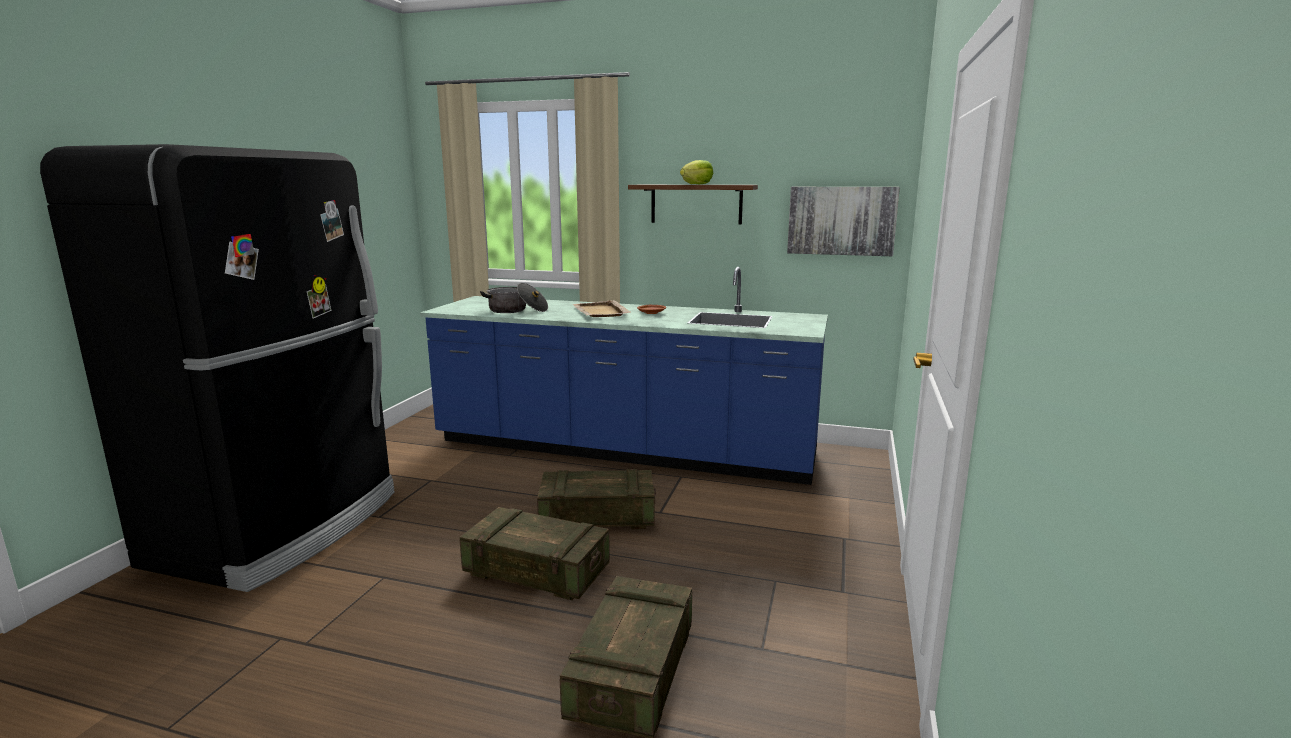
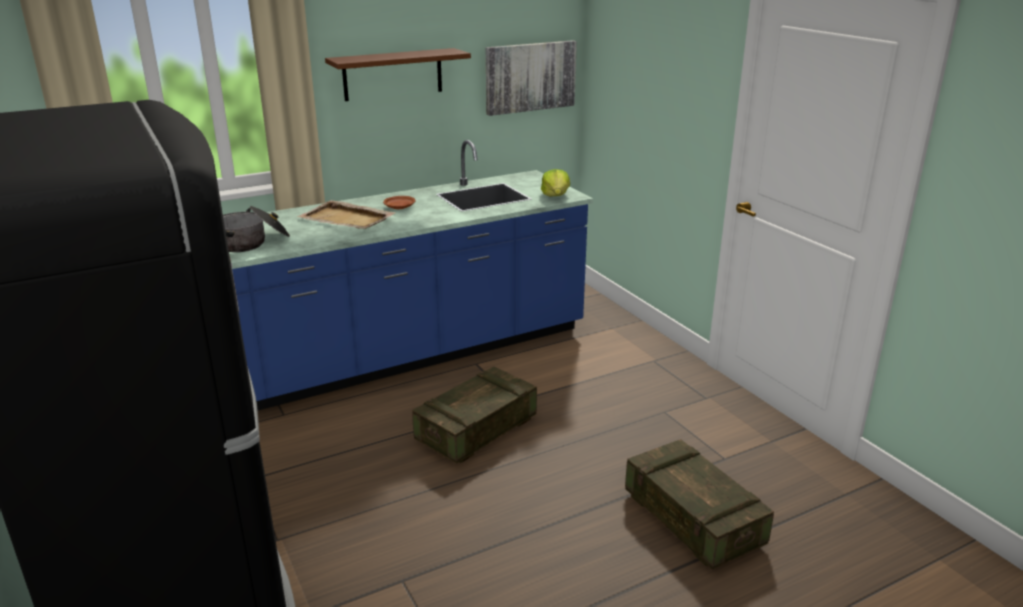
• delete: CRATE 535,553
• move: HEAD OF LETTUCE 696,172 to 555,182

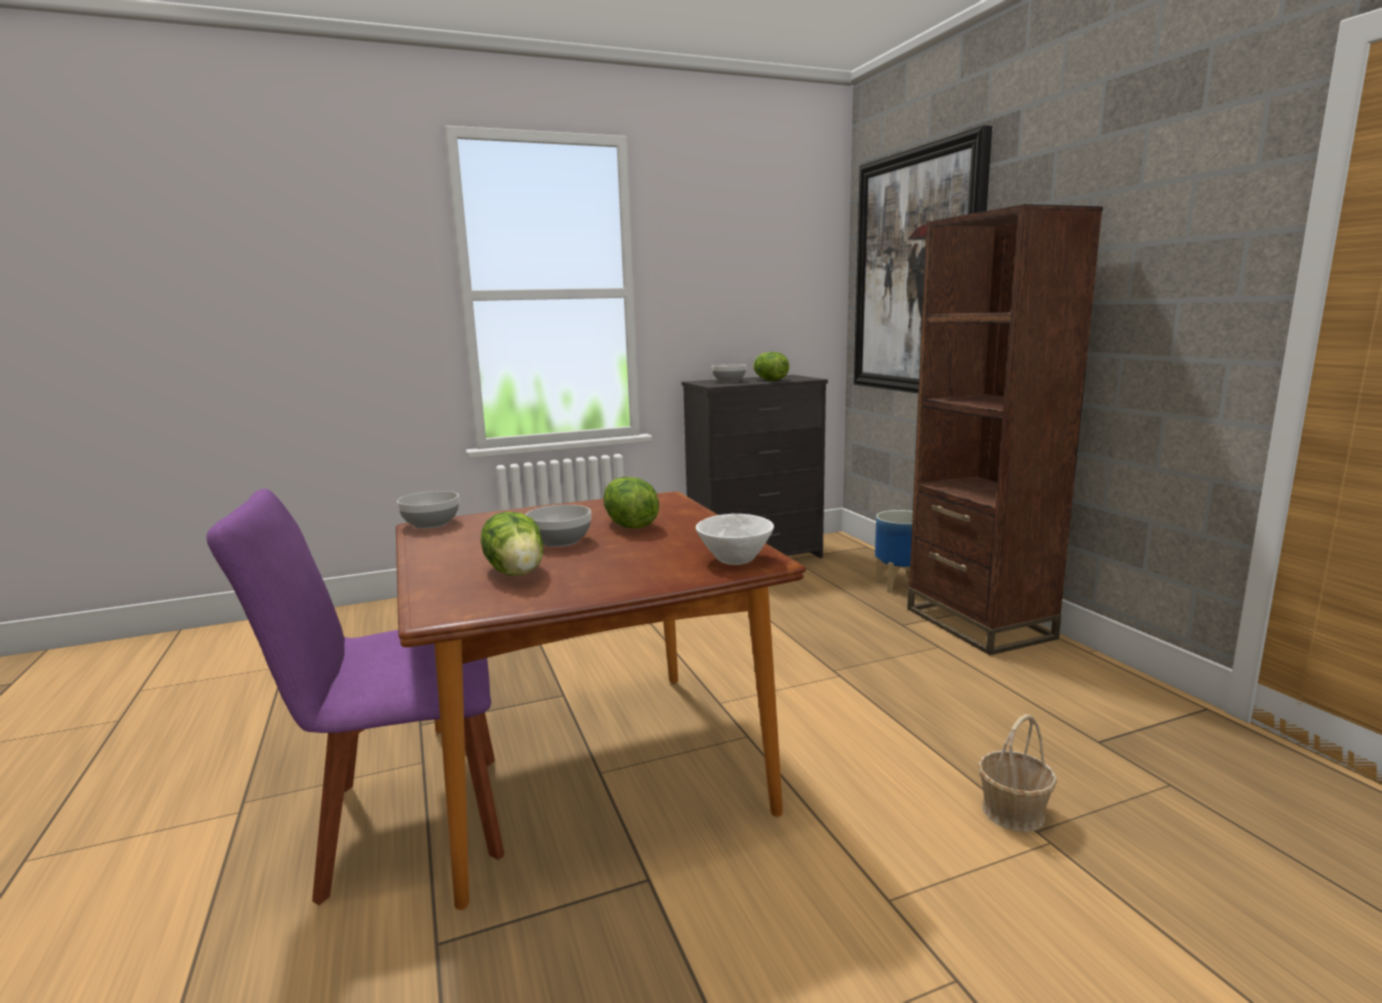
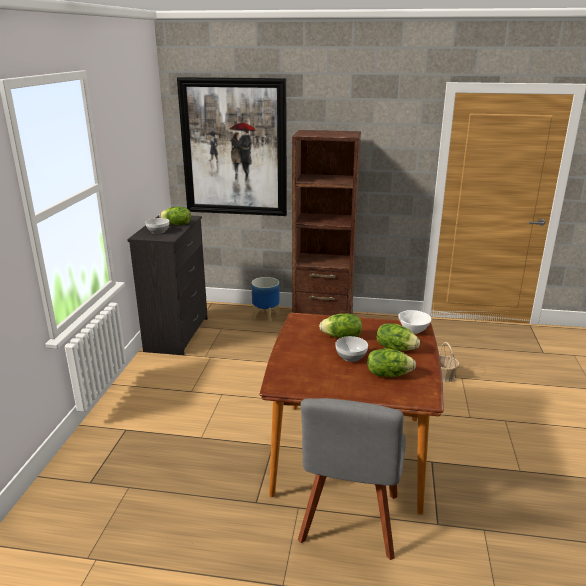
• recolor: PURPLE-COLOURED CHAIR 355,697 to GREY CHAIR 352,479
• delete: SERVING BOWL 428,510
• insert: HEAD OF LETTUCE 398,337

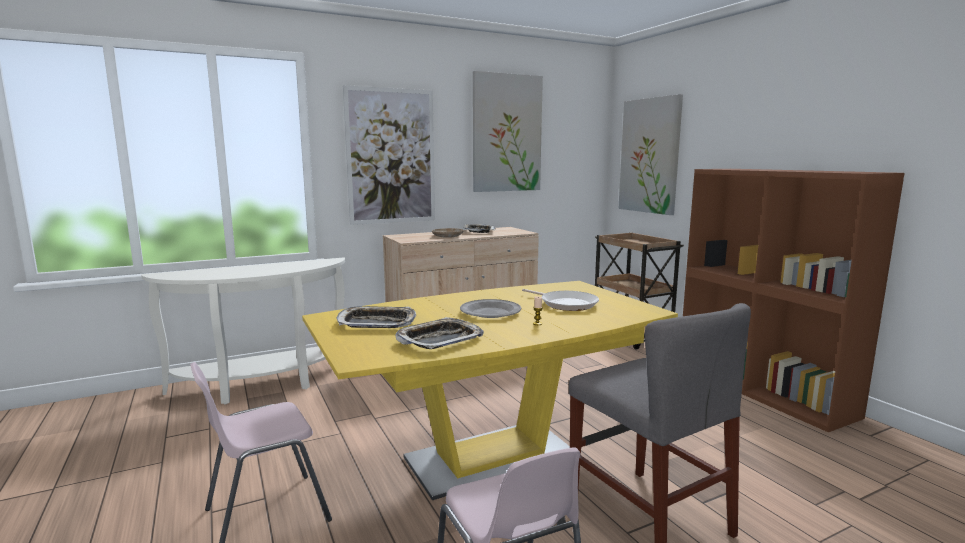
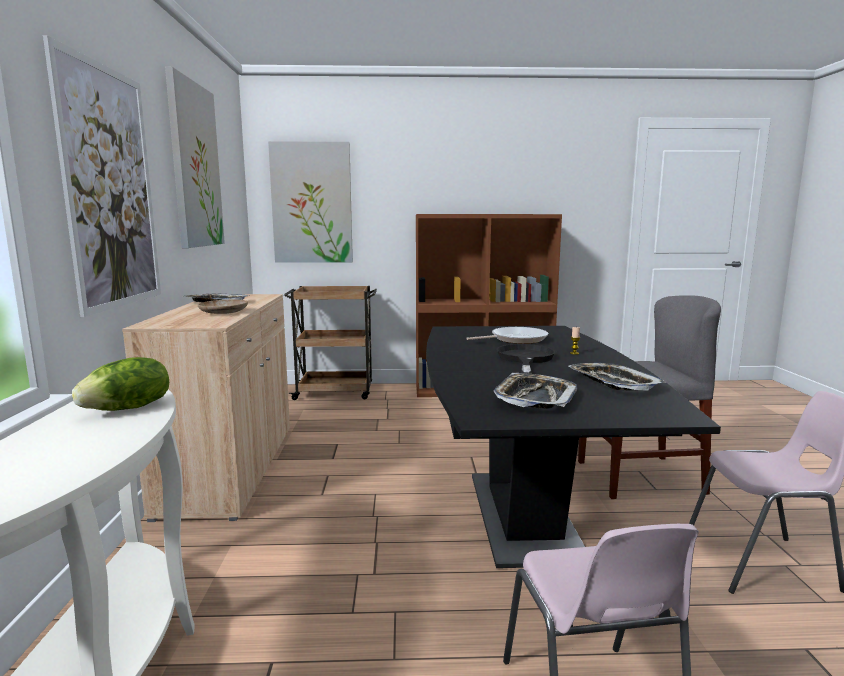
• recolor: YELLOWISH DINING TABLE 490,390 to BLACKISH DINING TABLE 573,447
• replace: GREY PLATE 490,308 to BLACKISH FRYING PAN 526,359
• insert: HEAD OF LETTUCE 120,384

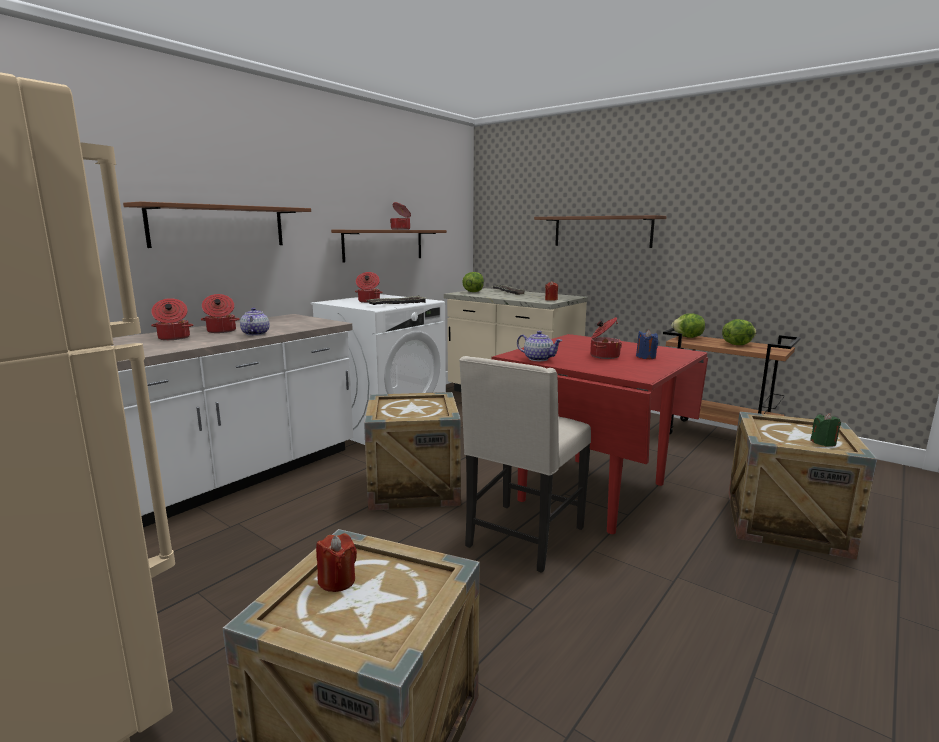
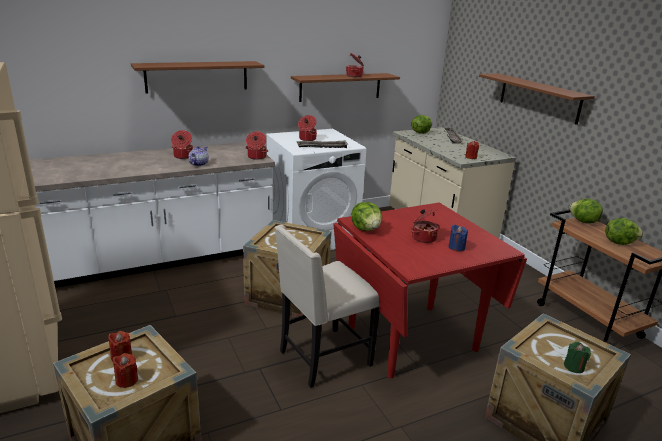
• move: STOCKPOT 172,319 to 256,145
• replace: TEA POT 539,346 to HEAD OF LETTUCE 366,216
• insert: REDDISH WAX LIGHT 125,370

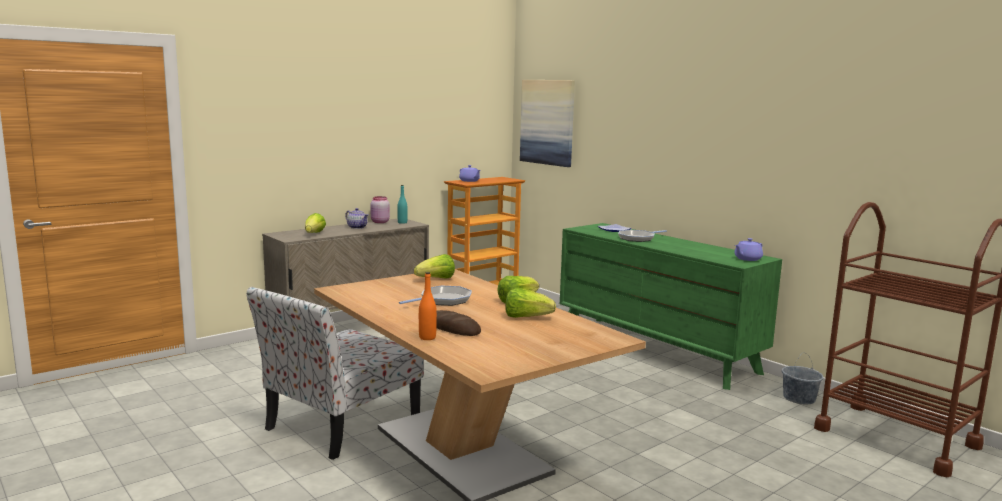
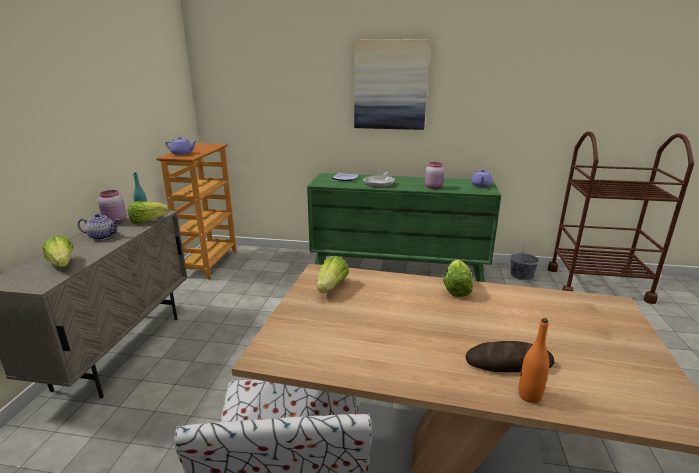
• delete: FRYING PAN 435,296
• move: HEAD OF LETTUCE 530,303 to 148,212
• move: WALL ART 547,123 to 392,84
• insert: PINK-COLOURED STORAGE JAR 434,175

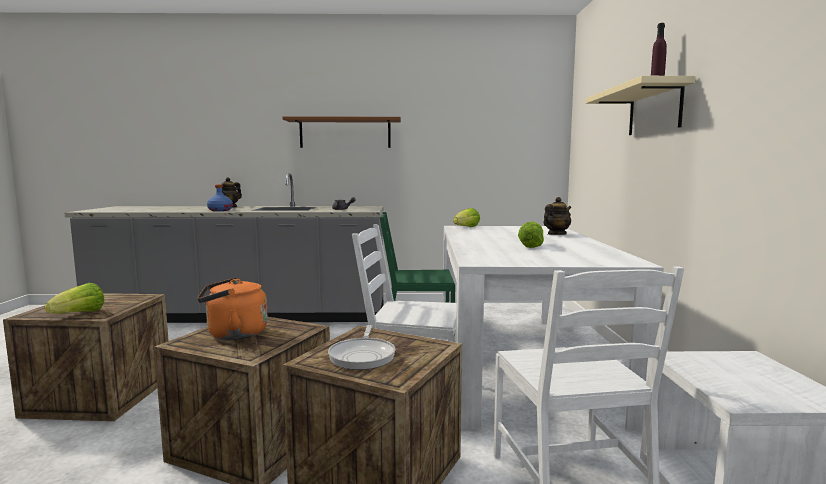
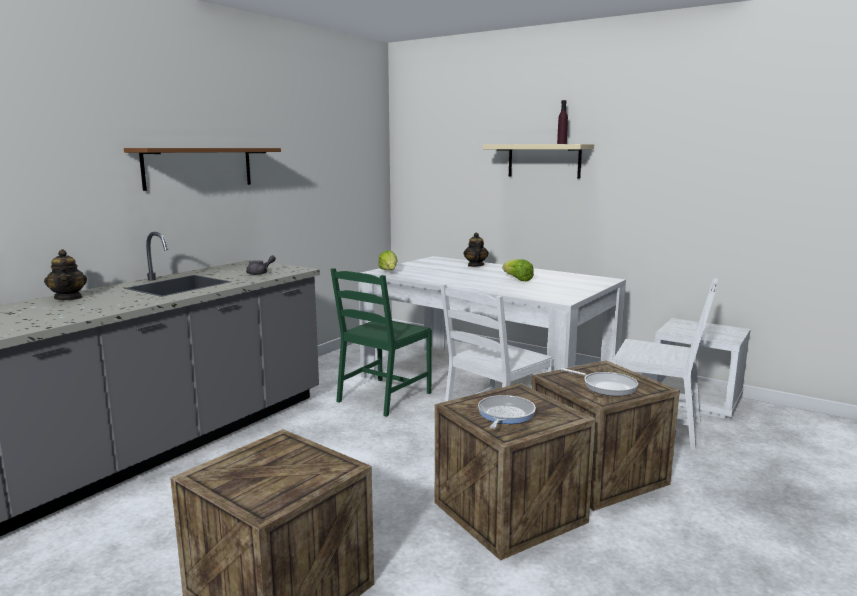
• delete: HEAD OF LETTUCE 74,298
• replace: ORANGE TEA KETTLE 232,308 to FRYING PAN 507,412
• delete: BLUISH BEVERAGE BOTTLE 220,197

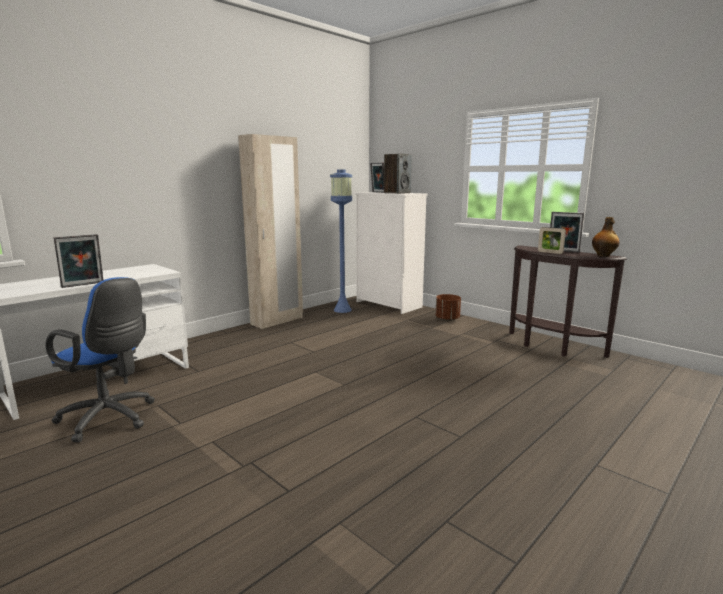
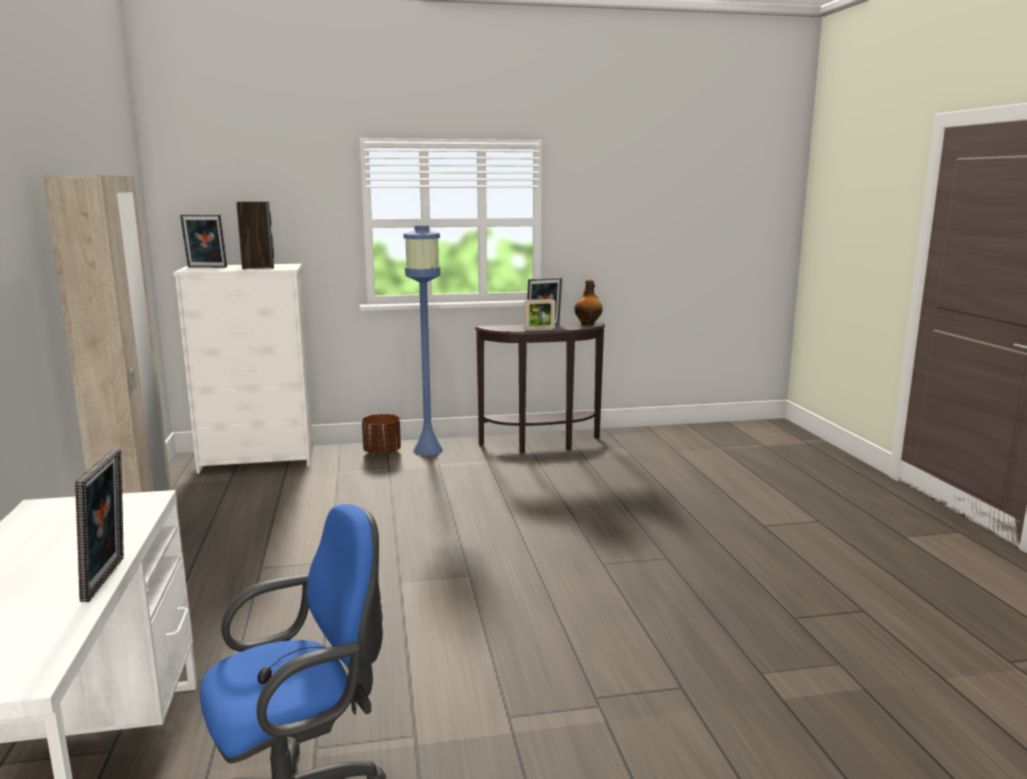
• move: BLUISH FLOOR LAMP 341,241 to 423,340

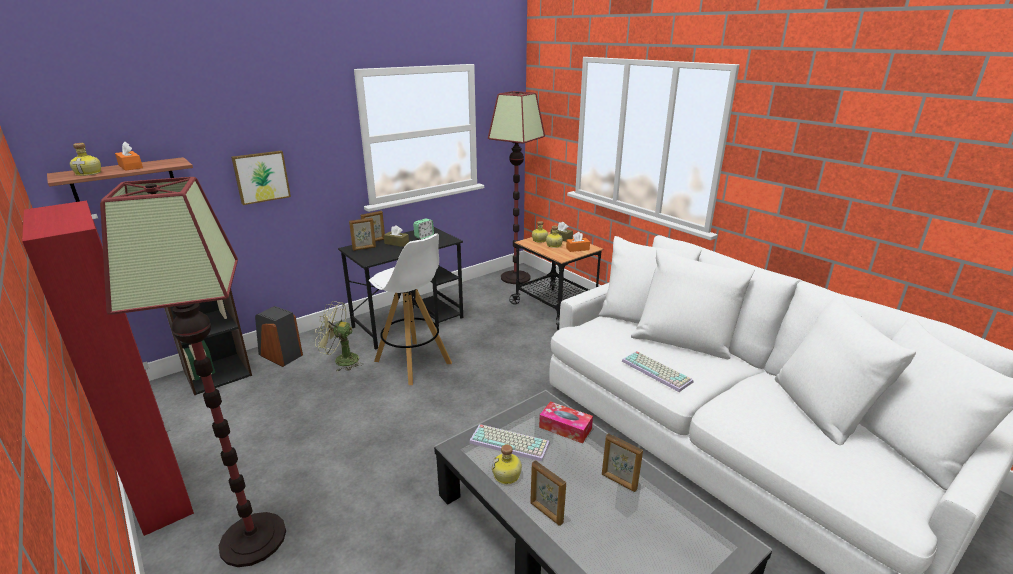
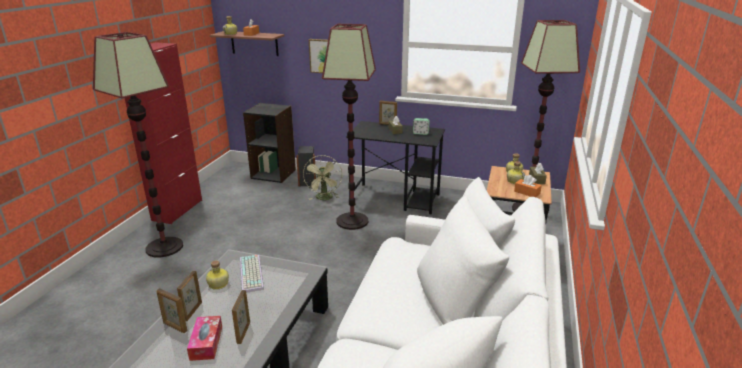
• rotate: GREEN-COLOURED COOLING FAN 339,336 = 322,177 150 degrees counterclockwise
• move: STANDING FRAME 362,234 to 171,310
• replace: WHITE-COLOURED STOOL SEAT 410,309 to FLOOR LAMP 349,127
• move: TISSUE HOLDER 566,422 to 204,338
• delete: KEYBOARD 657,371

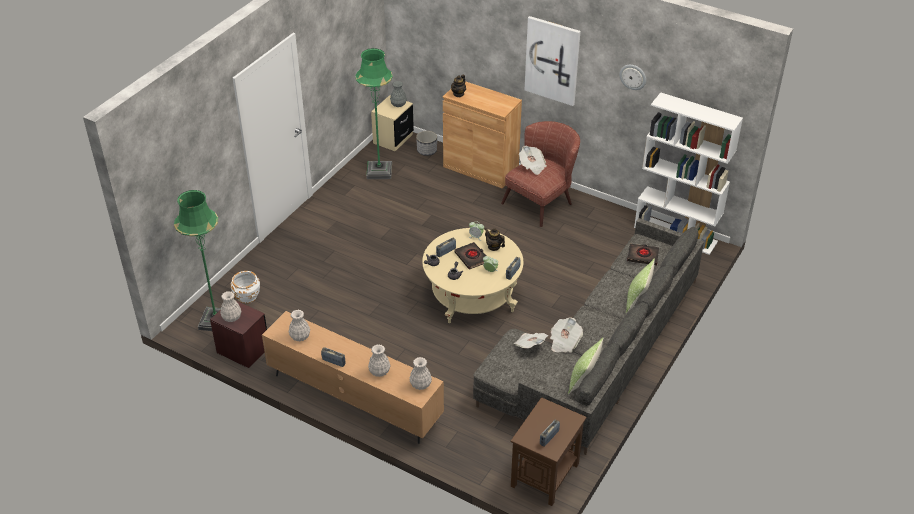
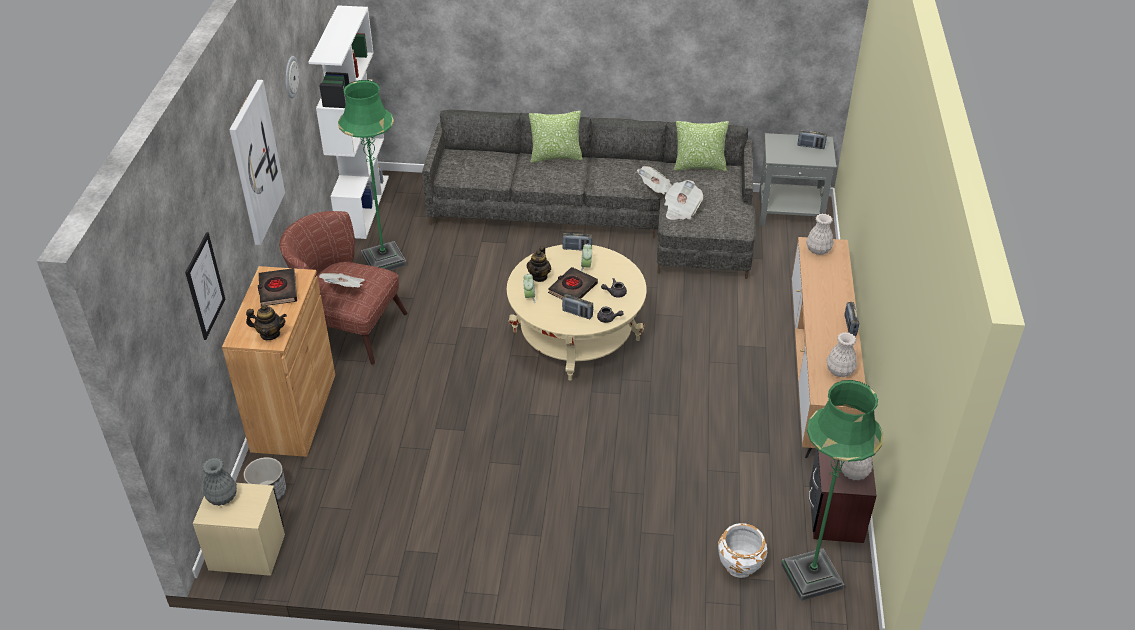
• move: GREEN-COLOURED FLOOR LAMP 374,113 to 372,175
• delete: WHITE-COLOURED FLOWER VASE 379,360
• recolor: BROWN SIDE TABLE 548,451 to GREY SIDE TABLE 798,179
• move: BLACKISH BOOK 643,254 to 277,287
• insert: WALL ART 205,286

